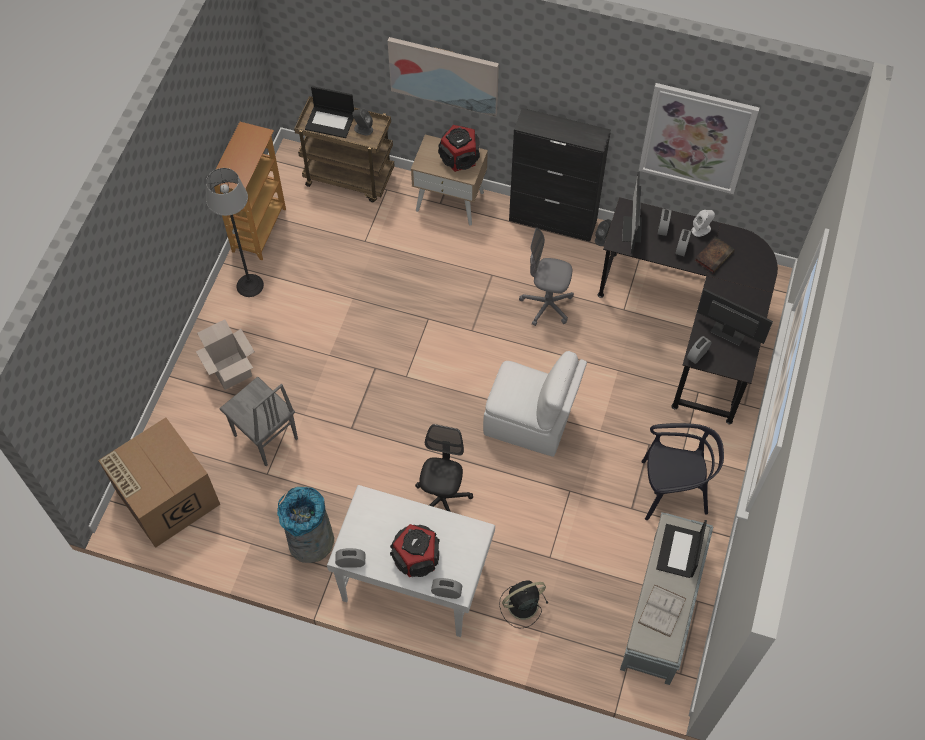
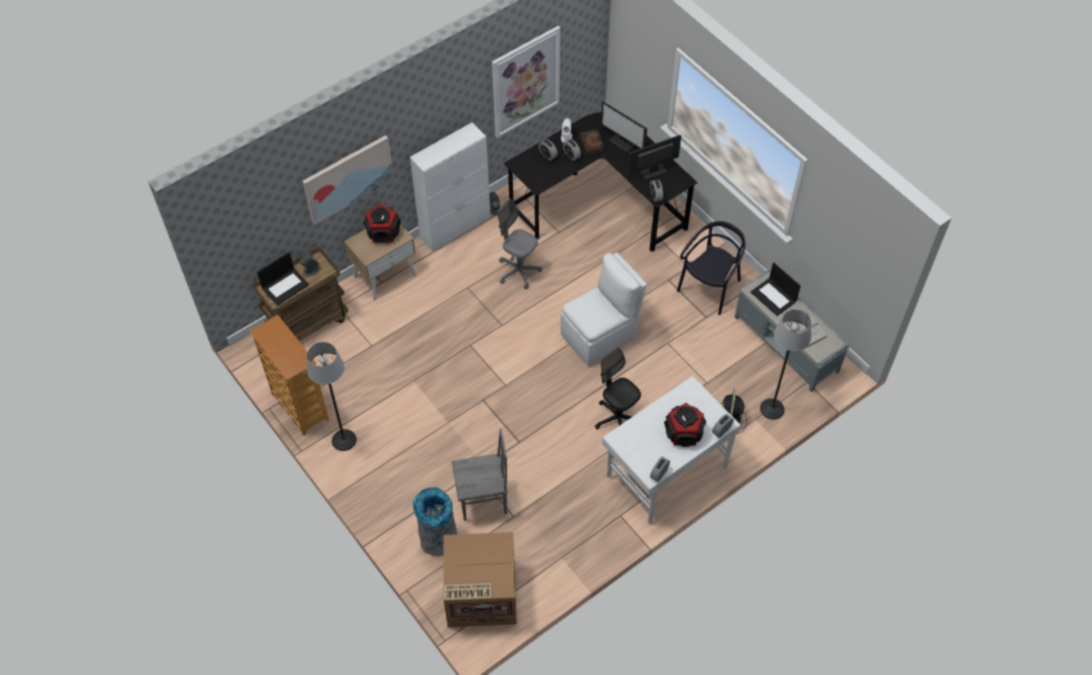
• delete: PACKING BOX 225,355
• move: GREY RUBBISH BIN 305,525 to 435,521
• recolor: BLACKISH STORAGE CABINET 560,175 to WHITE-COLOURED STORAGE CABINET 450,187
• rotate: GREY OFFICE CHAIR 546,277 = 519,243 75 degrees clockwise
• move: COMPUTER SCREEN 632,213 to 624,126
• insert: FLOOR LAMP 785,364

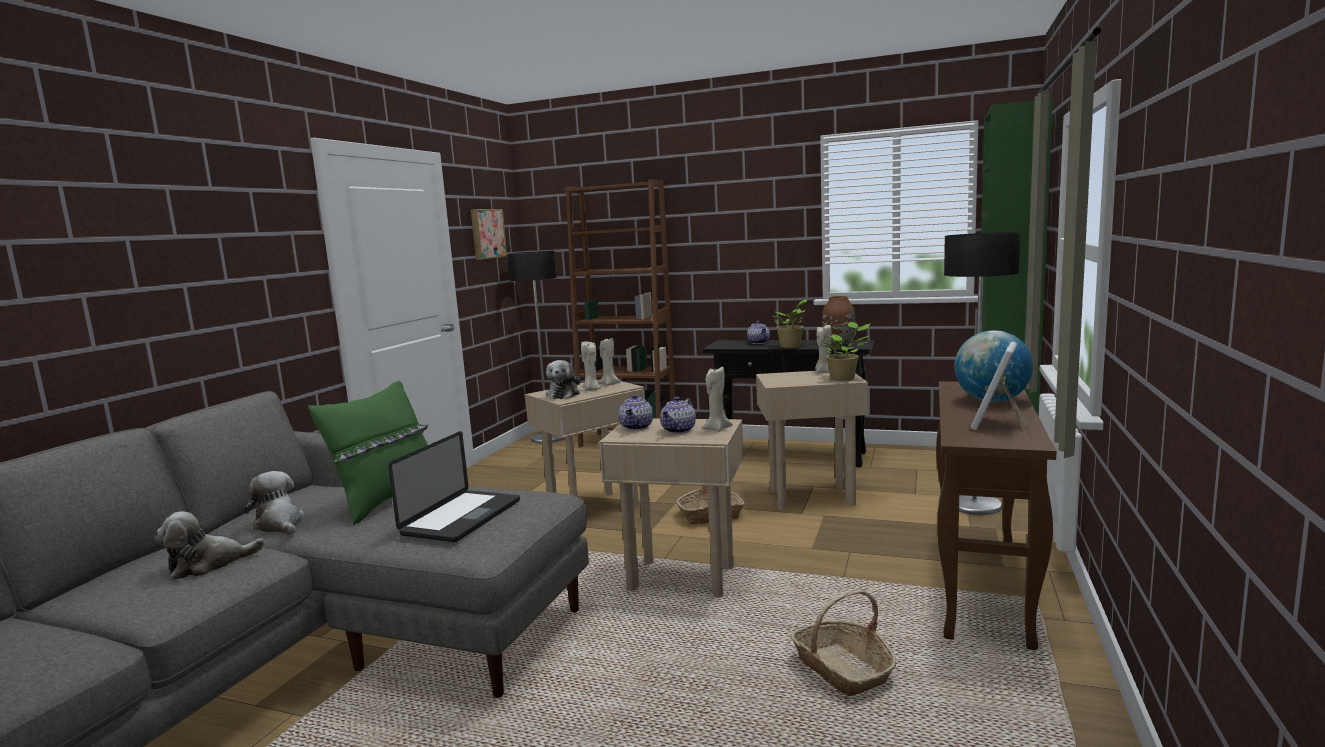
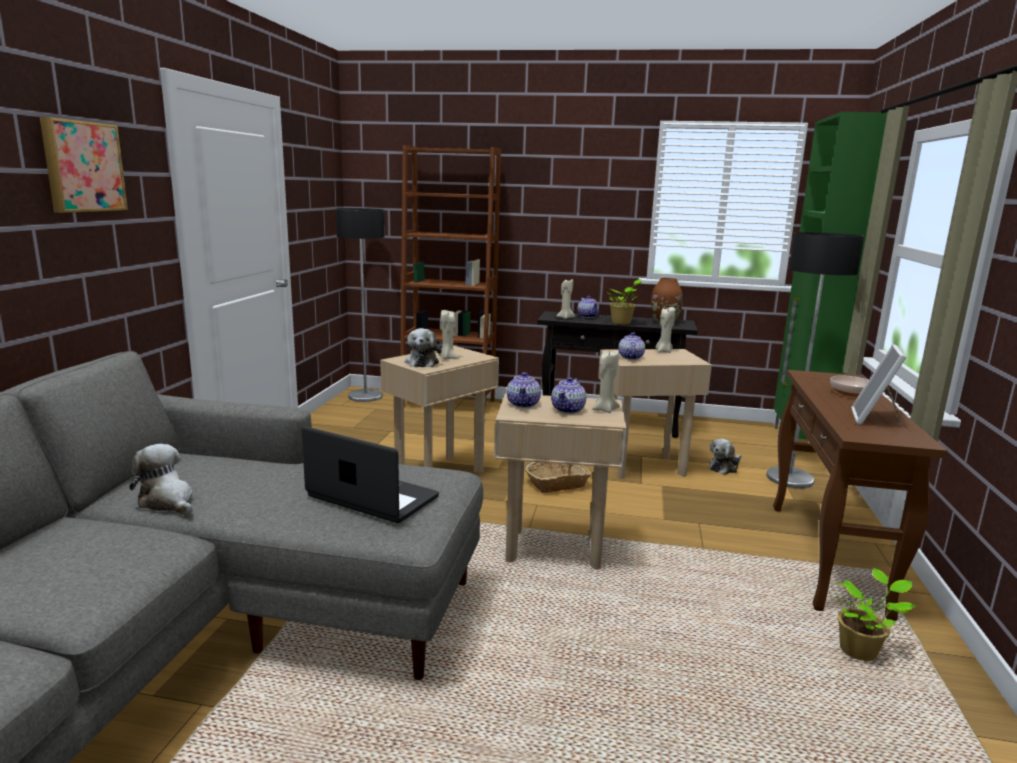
• move: CUDDLY TOY 209,545 to 725,457
• delete: GREEN-COLOURED PILLOW 368,453
• rotate: NOTEBOOK COMPUTER 454,486 = 370,474 75 degrees counterclockwise
• move: WALL ART 489,234 to 84,165
• move: SAND-COLOURED WAX LIGHT 609,362 to 565,298
• delete: BASKET 843,643
• move: PLANT IN A POT 846,351 to 875,614
• replace: GLOBE 994,366 to SERVING BOWL 849,386
• insert: TEA POT 631,346

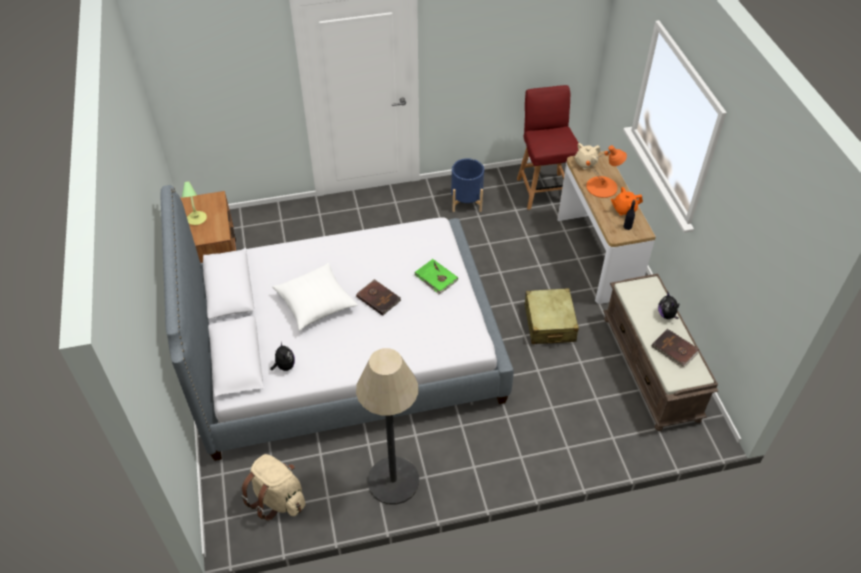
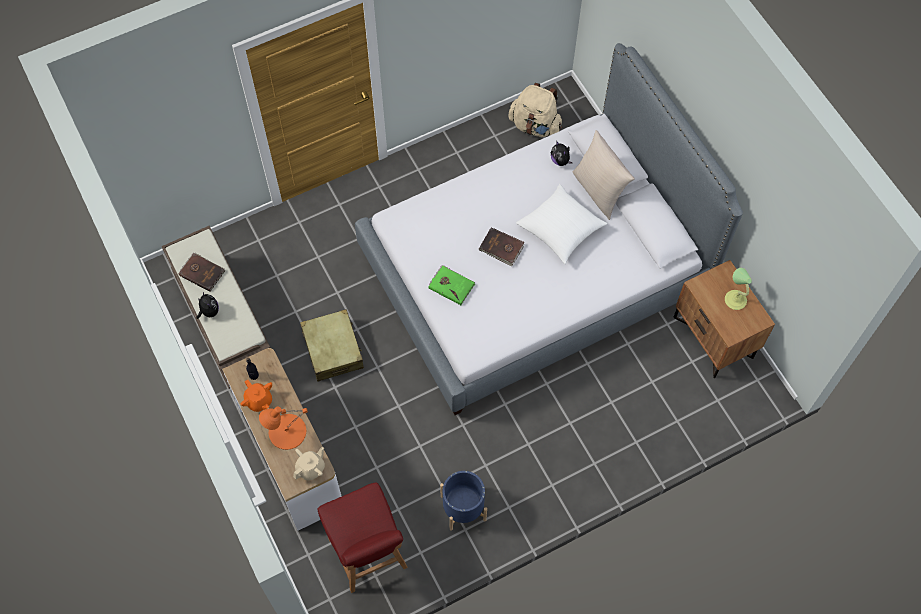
• delete: FLOOR LAMP 387,426
• rotate: ORANGE TEA POT 627,201 = 256,396 75 degrees clockwise
• insert: SAND-COLOURED PILLOW 604,175

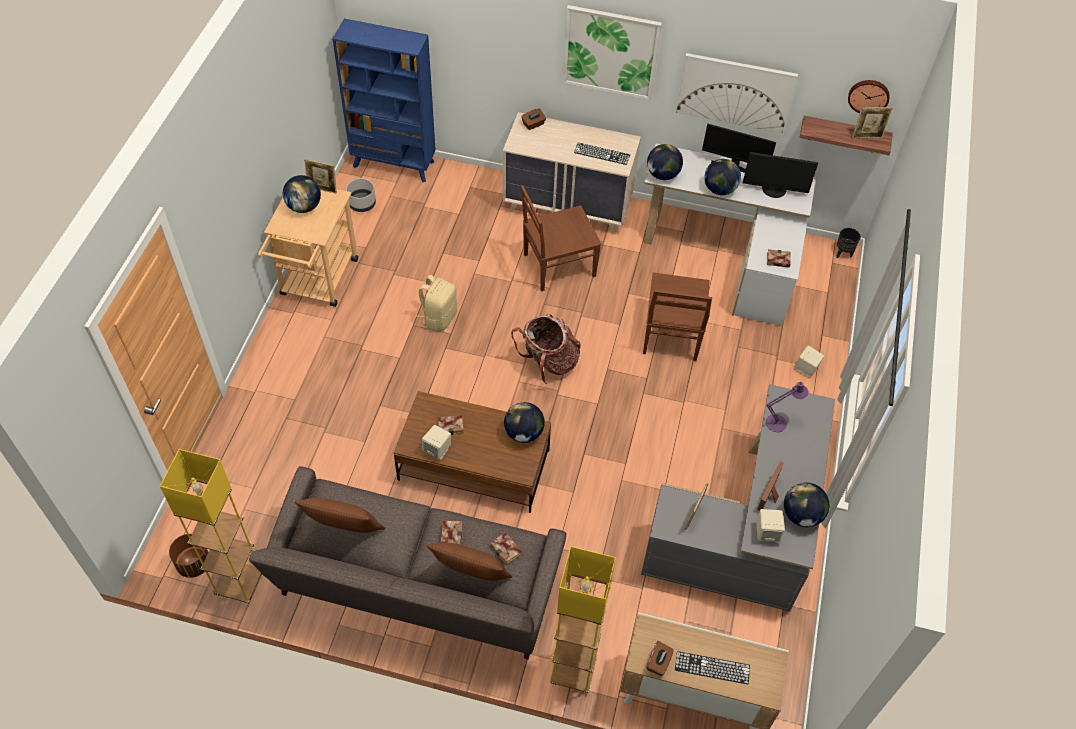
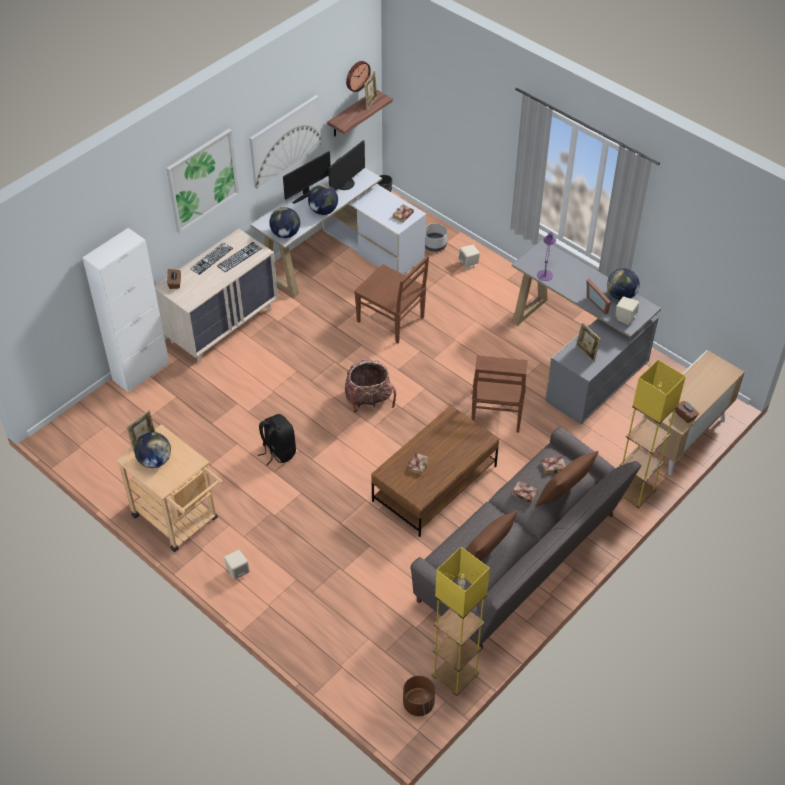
• delete: BLUISH BOOKSHELF 384,100
• move: GREY PLANT POT 361,195 to 436,237
• recolor: SAND-COLOURED RUCKSACK 436,303 to BLACKISH RUCKSACK 277,440
• move: SAND-COLOURED SPEAKER 436,442 to 237,565
• delete: GLOBE 524,422
• move: BROWN CHAIR 561,238 to 500,394
• move: KEYBOARD 712,667 to 211,259
• insert: WHITE-COLOURED STORAGE CABINET 125,310

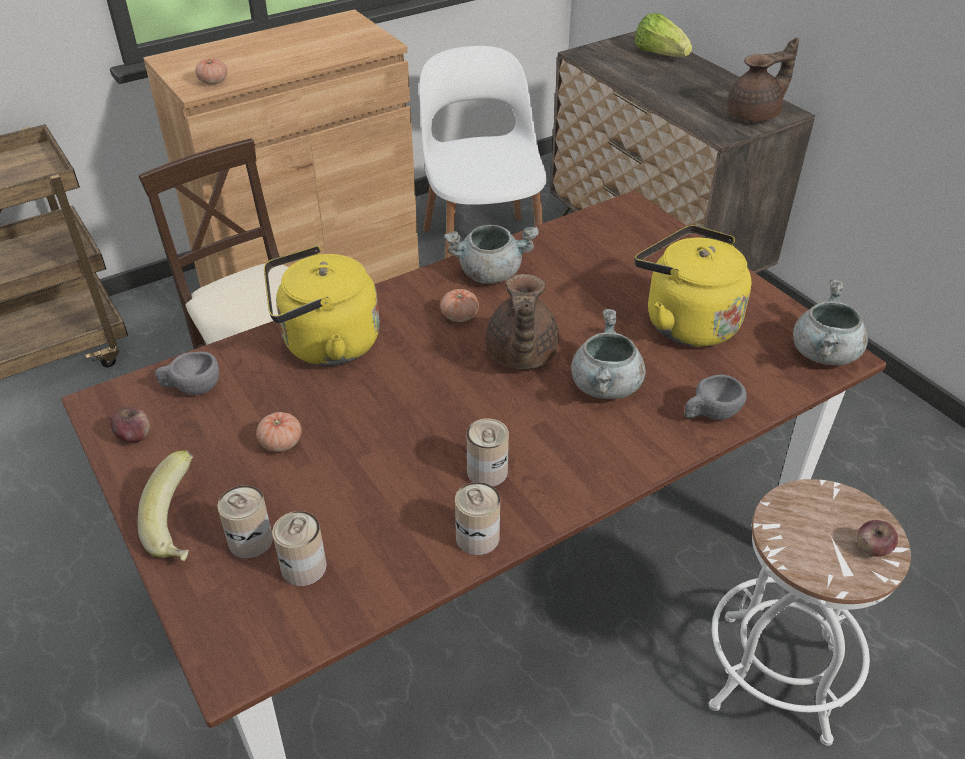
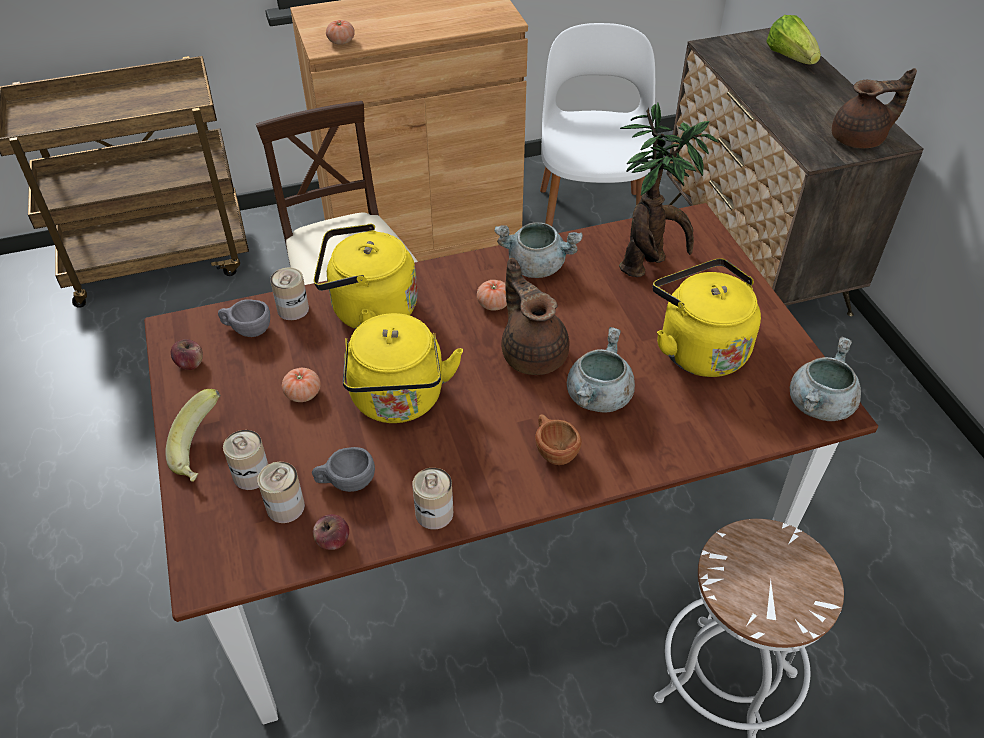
• move: METAL CAN 487,452 to 289,294
• rotate: BROWN TEA POT 522,321 = 536,316 135 degrees clockwise
• move: GREY SMALL CUP 715,397 to 343,469
• move: APPLE FRUIT 877,538 to 331,532
• insert: YELLOWISH TEA KETTLE 403,368
• insert: BROWN SMALL CUP 558,439
• insert: PLANT IN A POT 668,189

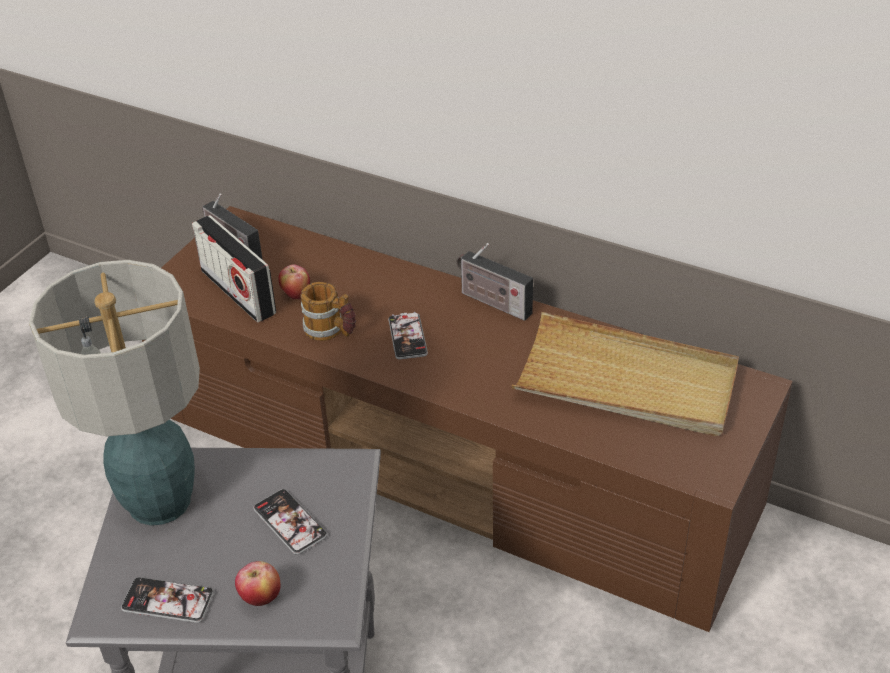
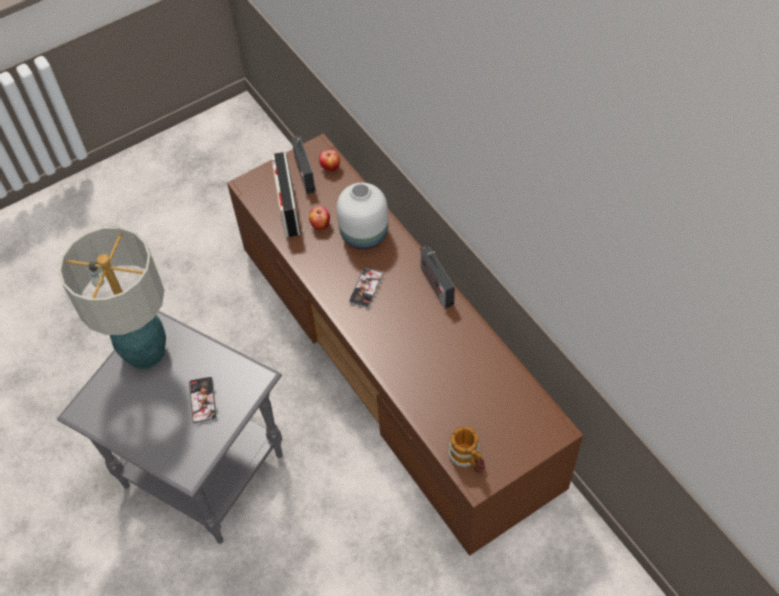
• delete: PHONE 167,600
• move: APPLE FRUIT 258,583 to 329,161
• move: COFFEE MUG 328,311 to 466,449
• delete: SAND-COLOURED CARRYING TRAY 625,374
• insert: WHITE-COLOURED FLOWER VASE 362,216

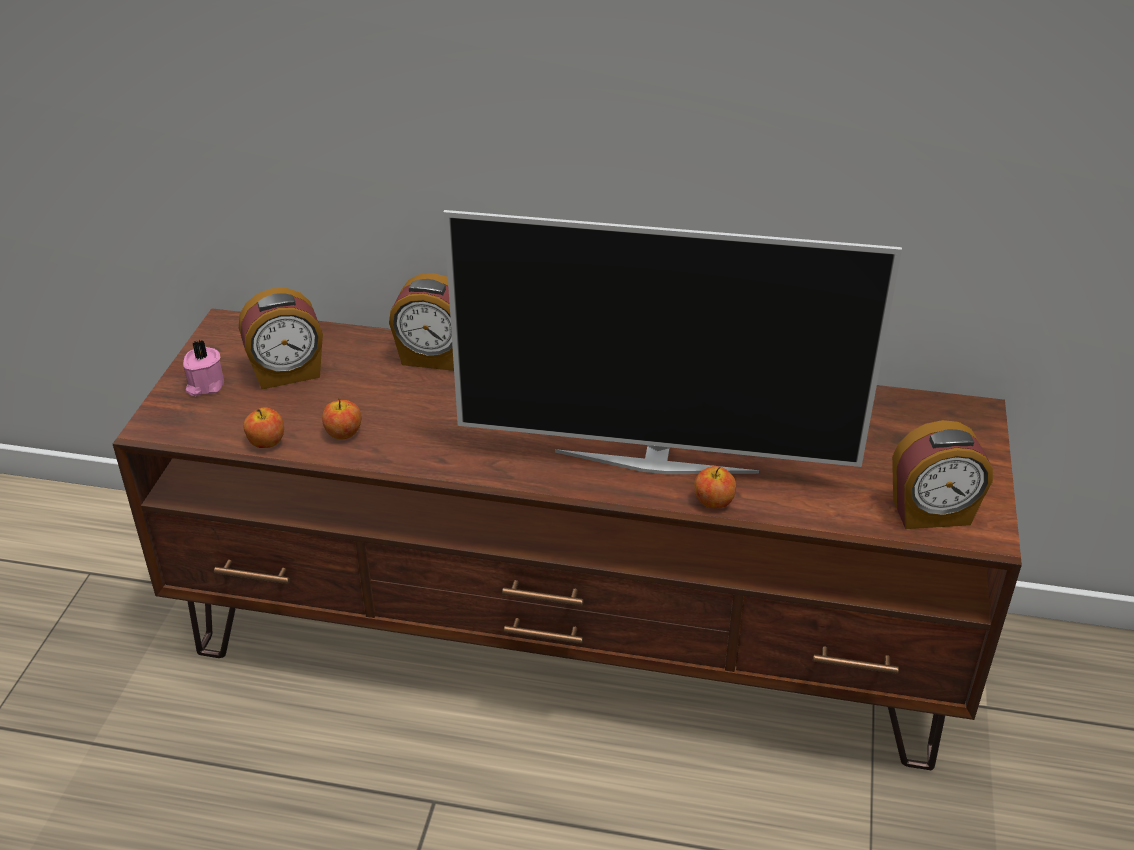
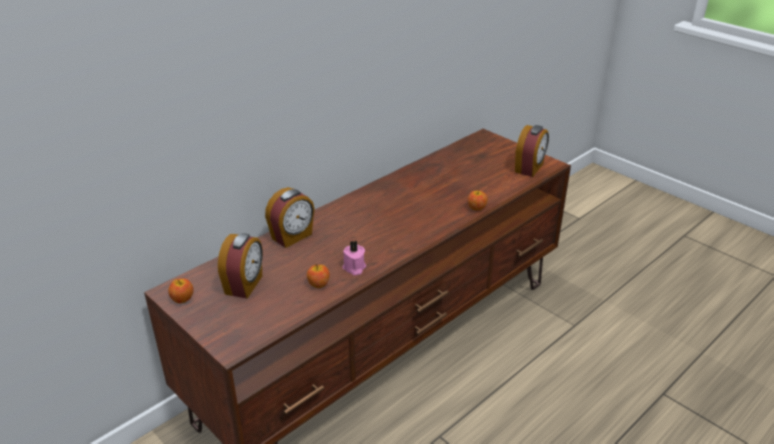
• move: PINK-COLOURED WAX LIGHT 203,367 to 354,258
• move: APPLE FRUIT 263,427 to 180,290
• delete: TV 672,342

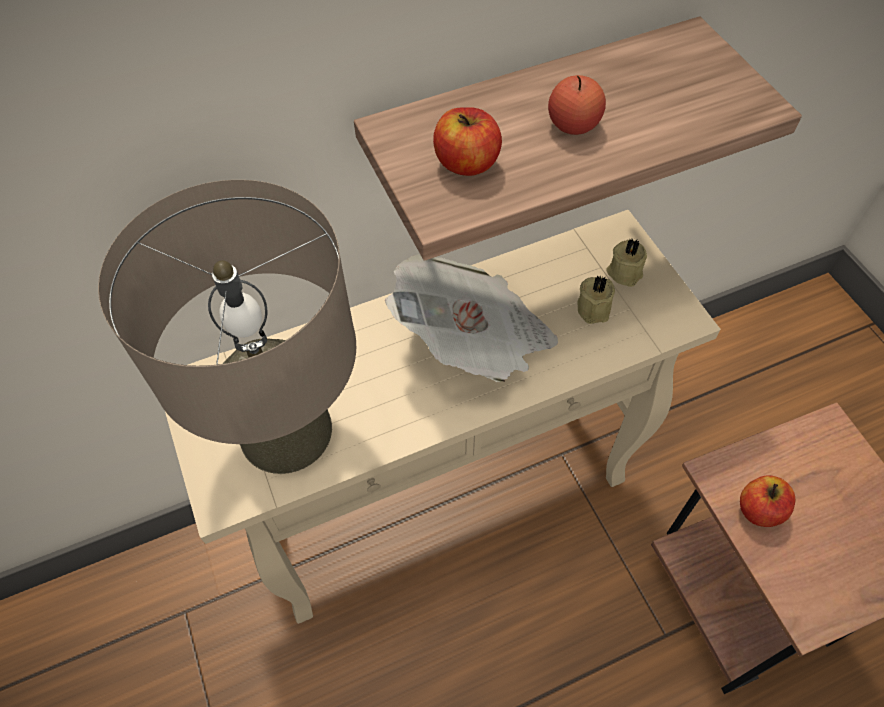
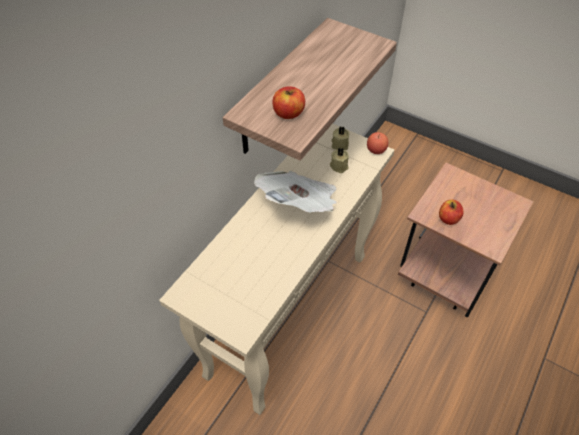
• delete: SAND-COLOURED TABLETOP LAMP 227,327
• move: APPLE FRUIT 577,105 to 377,143

